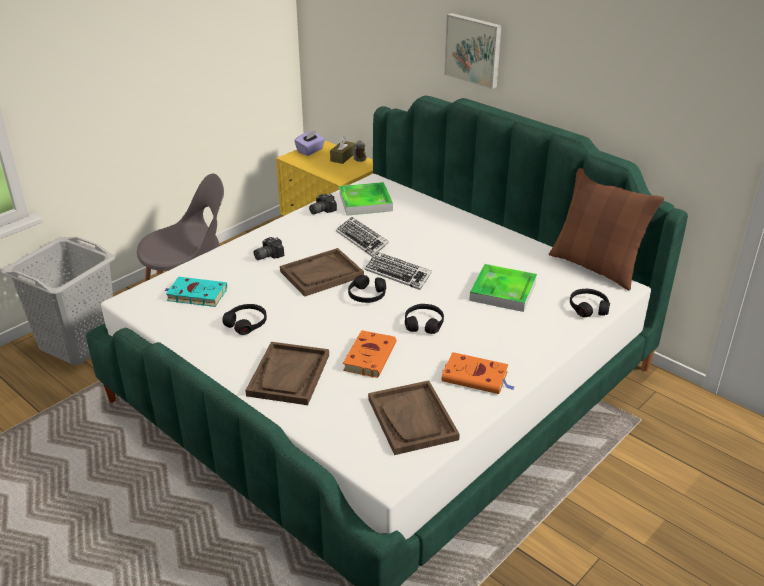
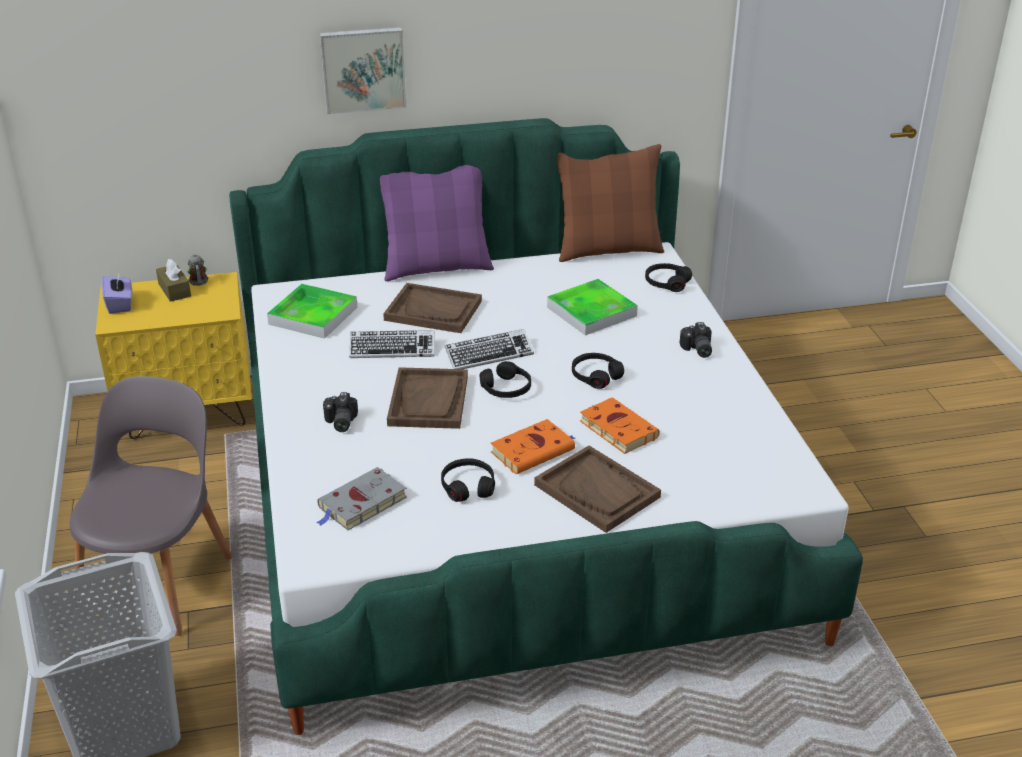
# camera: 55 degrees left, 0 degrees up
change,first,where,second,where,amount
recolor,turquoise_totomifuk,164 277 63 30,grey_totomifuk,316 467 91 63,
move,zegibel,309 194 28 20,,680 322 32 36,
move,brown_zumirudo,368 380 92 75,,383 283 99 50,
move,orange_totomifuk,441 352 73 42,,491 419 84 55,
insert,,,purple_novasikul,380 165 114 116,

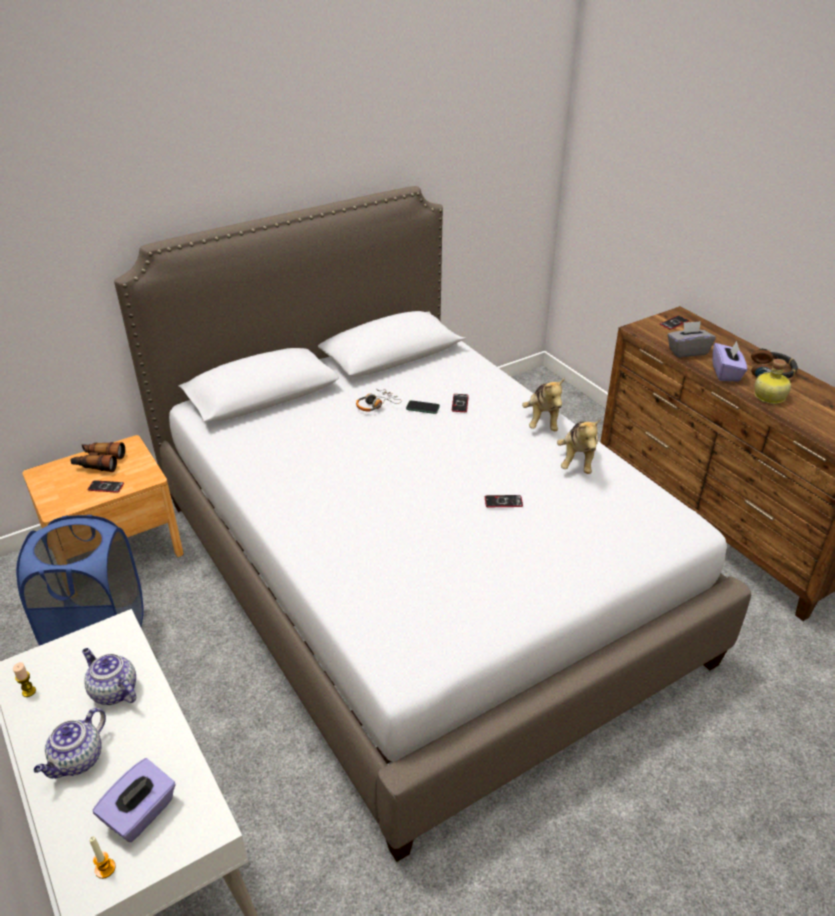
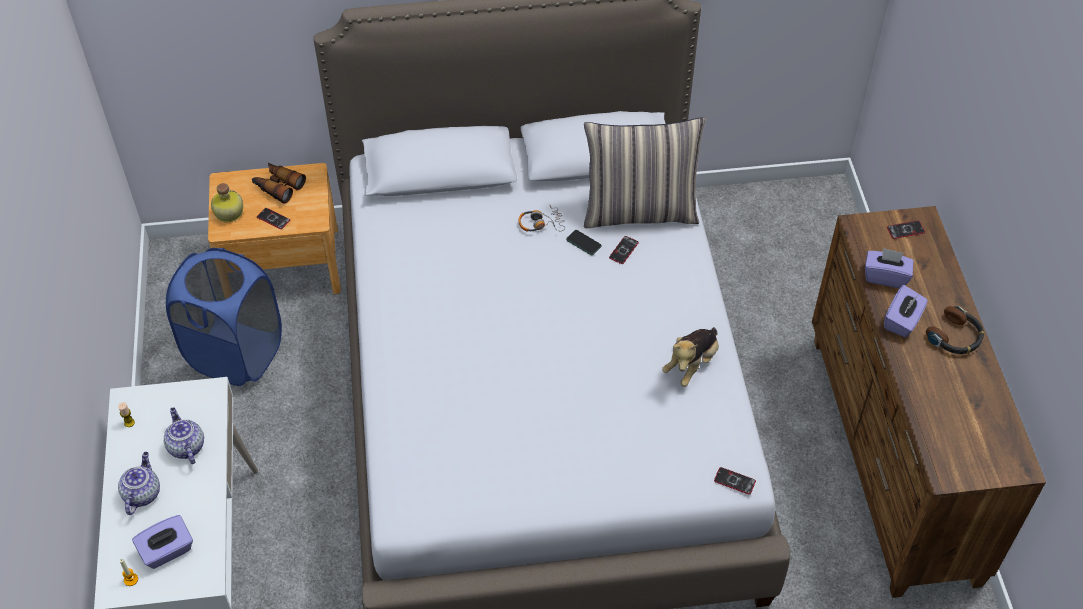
# camera: 25 degrees right, 15 degrees up
change,first,where,second,where,amount
rotate,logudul,34 708 72 71,,118 452 42 63,135 degrees clockwise
move,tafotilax,485 495 38 12,,714 467 42 28,
delete,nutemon,522 378 43 53,,,
recolor,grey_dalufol,667 321 49 36,purple_dalufol,865 248 49 40,
move,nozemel,754 359 37 45,,211 183 32 39,
insert,,,novasikul,584 117 122 111,

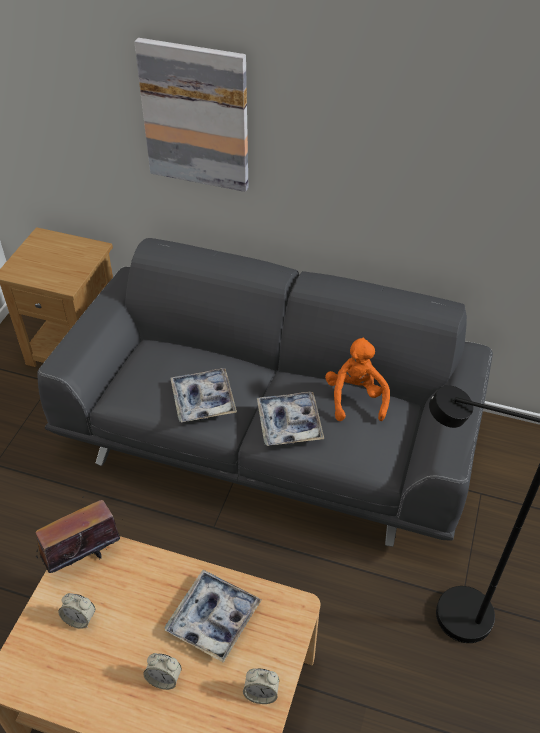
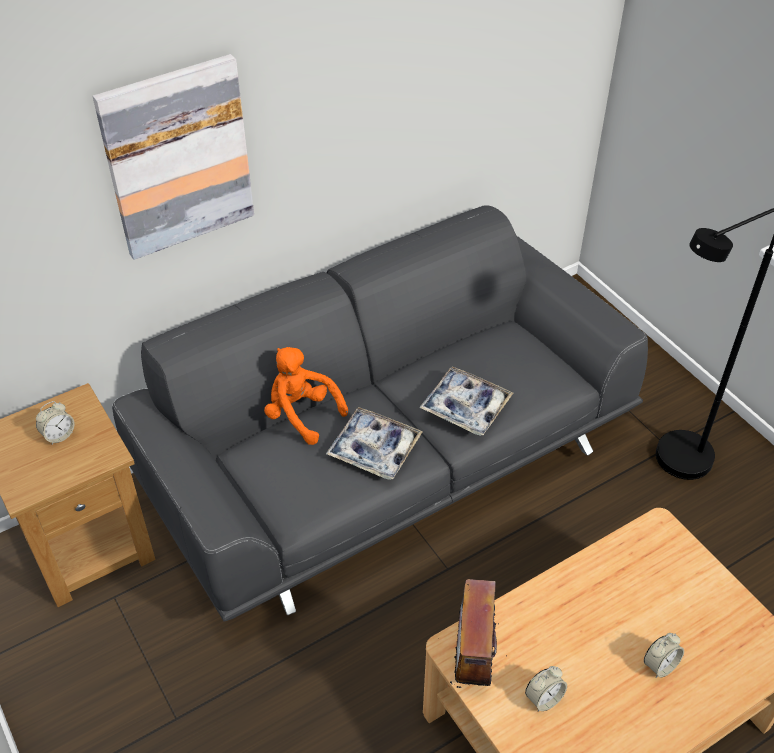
# camera: 50 degrees left, 0 degrees up
change,first,where,second,where,amount
delete,zumirudo,164 570 97 93,,,
move,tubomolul,243 669 36 35,,36 401 39 44,
move,orange_nutemon,325 337 65 84,,264 347 84 98,

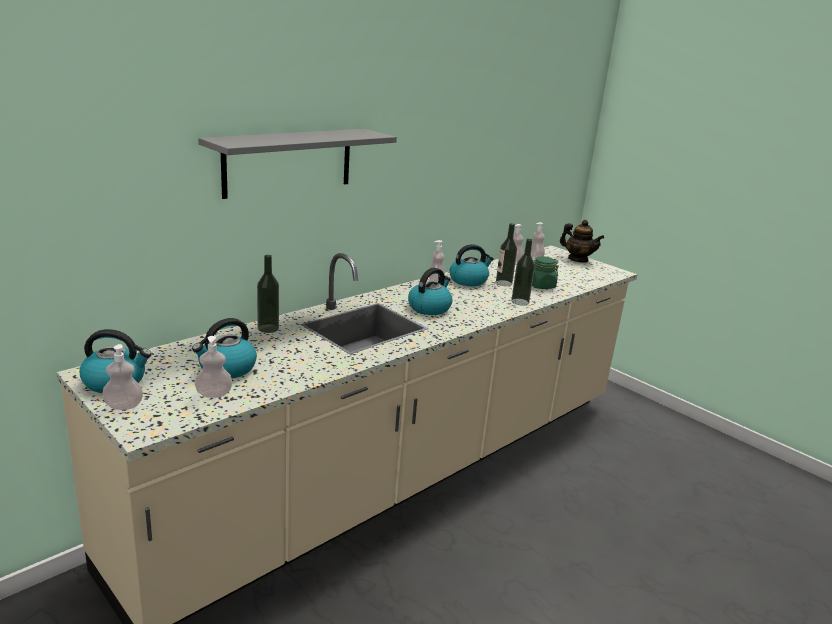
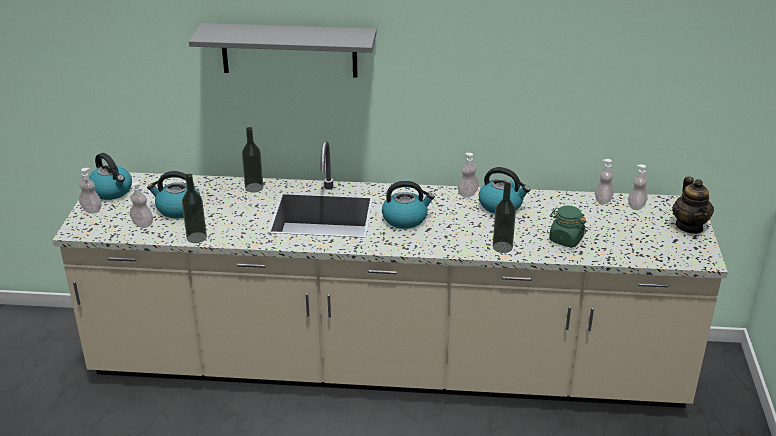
# camera: 50 degrees right, 10 degrees up
change,first,where,second,where,amount
move,nozemel,496 223 21 63,,182 174 25 69,

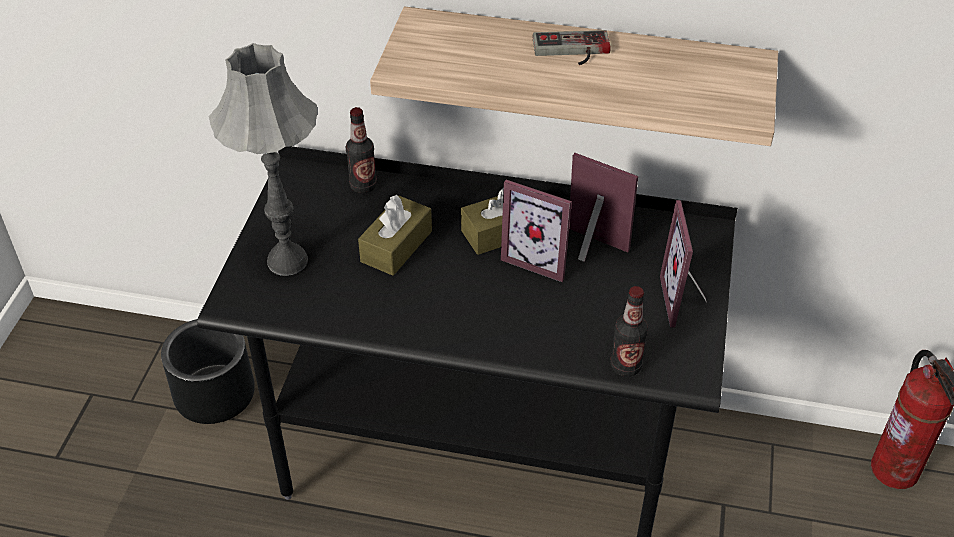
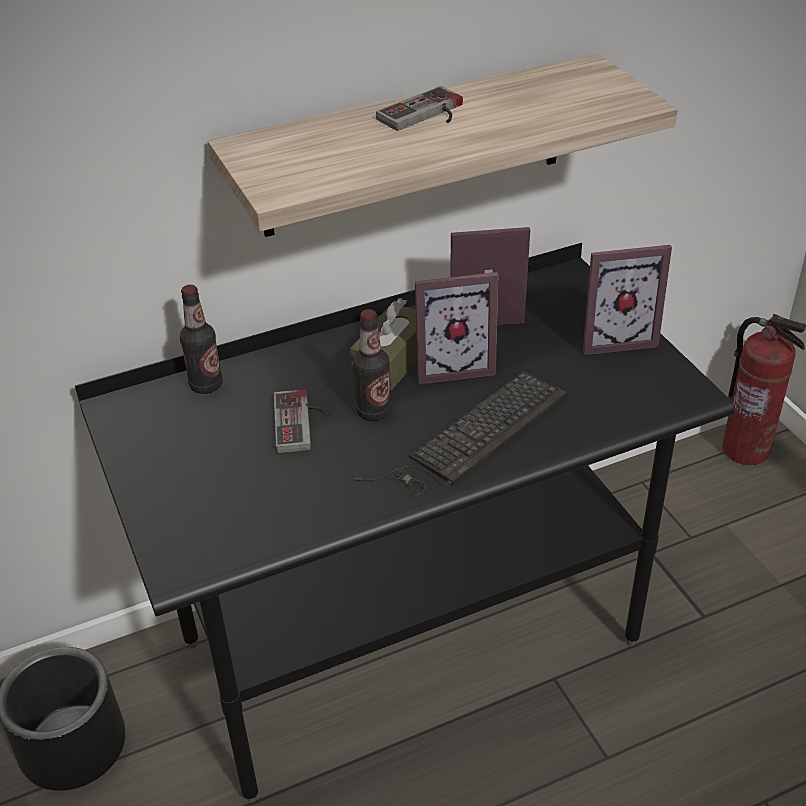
# camera: 35 degrees left, 5 degrees down
change,first,where,second,where,amount
delete,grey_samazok,209 43 108 233,,,
replace,brown_dalufol,358 195 74 81,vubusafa,274 389 55 64,
move,nozemel,610 286 38 91,,353 309 38 112,
rotate,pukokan,660 200 47 128,,583 245 89 110,60 degrees counterclockwise
insert,,,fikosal,354 371 213 125,

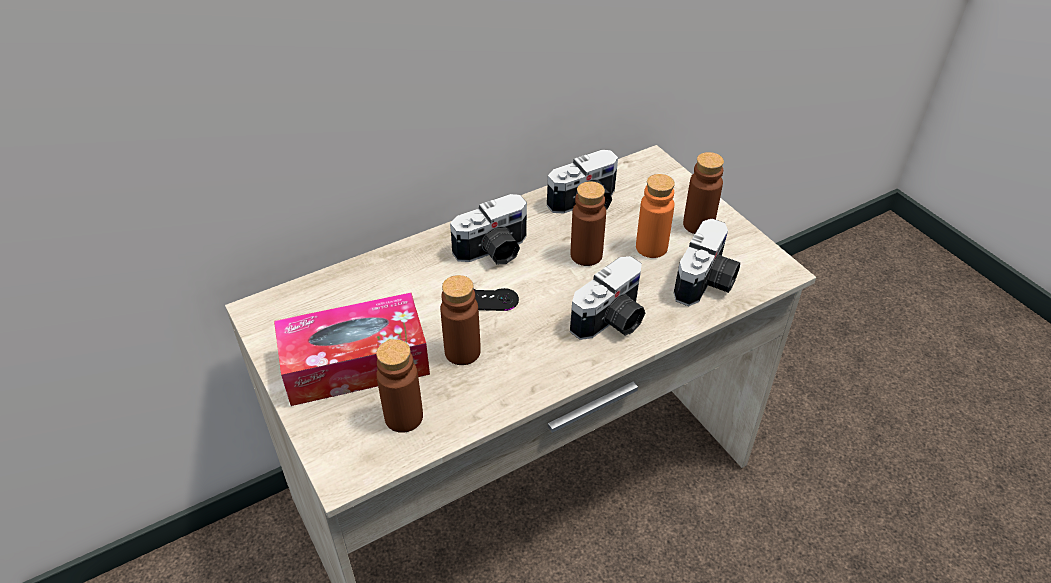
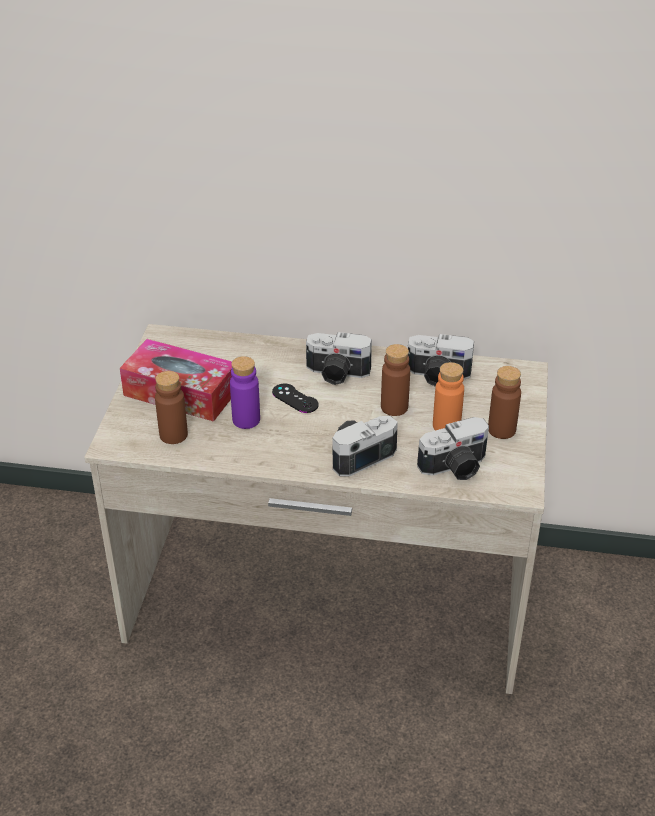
# camera: 40 degrees right, 5 degrees down
change,first,where,second,where,amount
recolor,brown_nozemel,440 275 41 90,purple_nozemel,230 356 30 73,
rotate,zegibel,570 256 75 84,,332 416 66 61,150 degrees clockwise

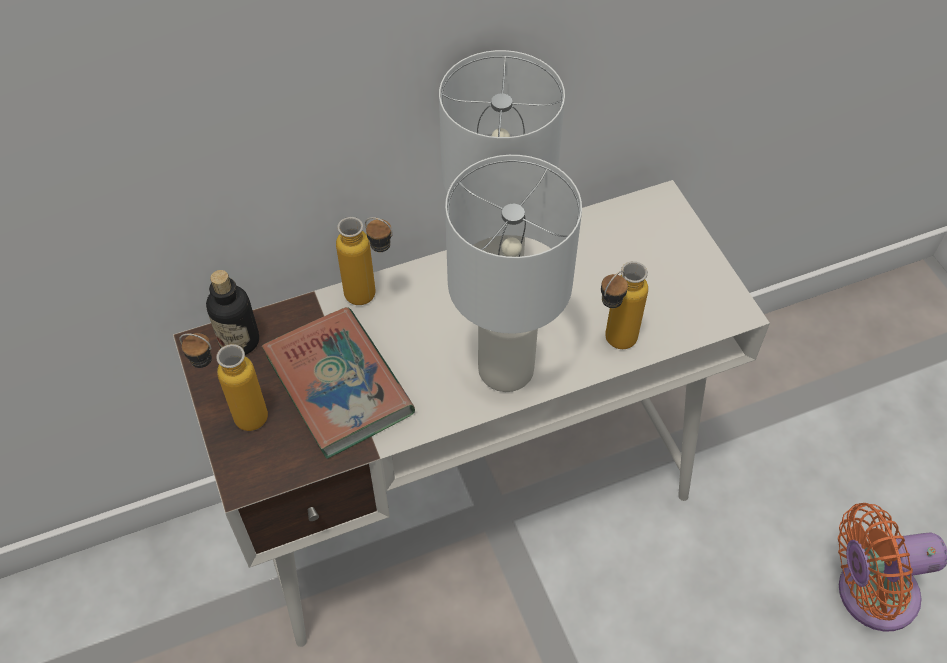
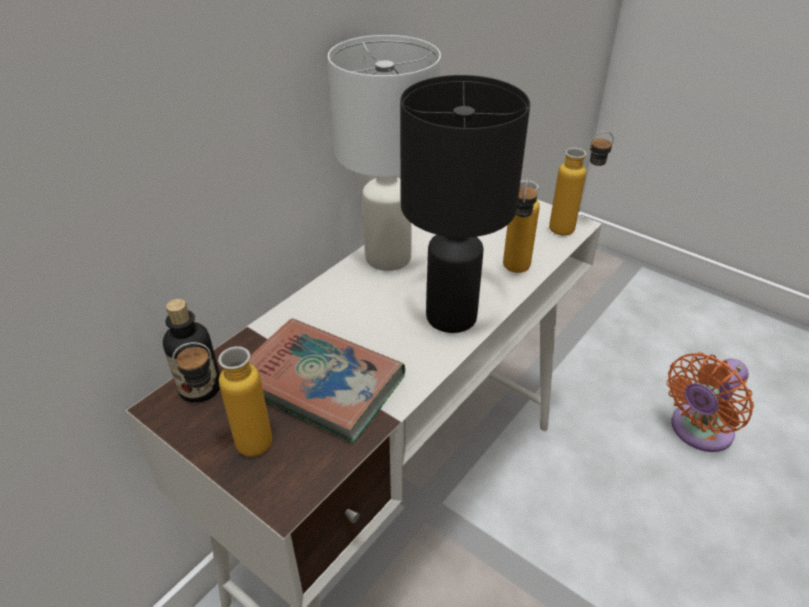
# camera: 30 degrees left, 15 degrees down
change,first,where,second,where,amount
move,nozemel,336 217 57 88,,549 131 65 105,
recolor,white_samazok,445 155 137 237,black_samazok,400 75 130 258,

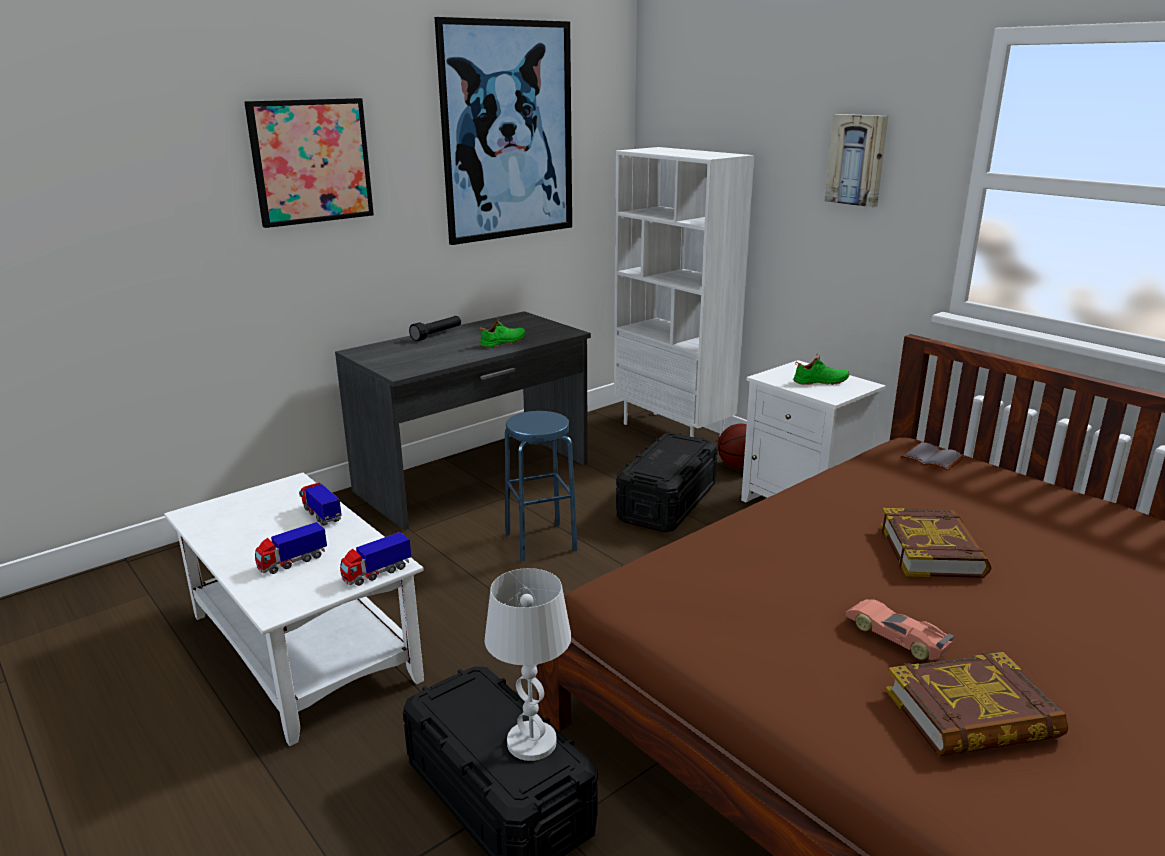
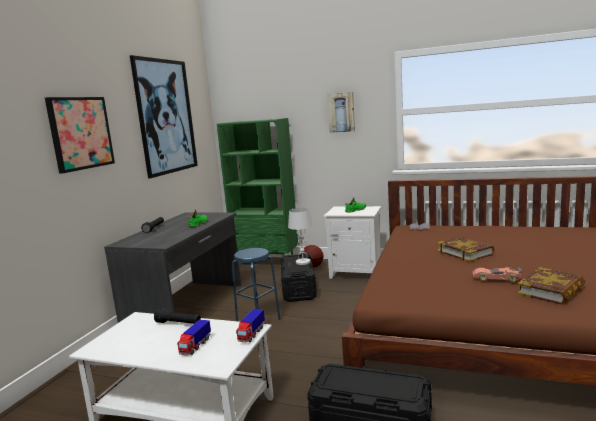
# camera: 30 degrees left, 10 degrees down
change,first,where,second,where,amount
replace,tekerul,299 482 43 44,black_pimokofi,154 308 47 16,
move,white_samazok,485 568 87 193,,288 208 25 57,
recolor,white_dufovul,614 147 140 290,green_dufovul,217 118 81 148,

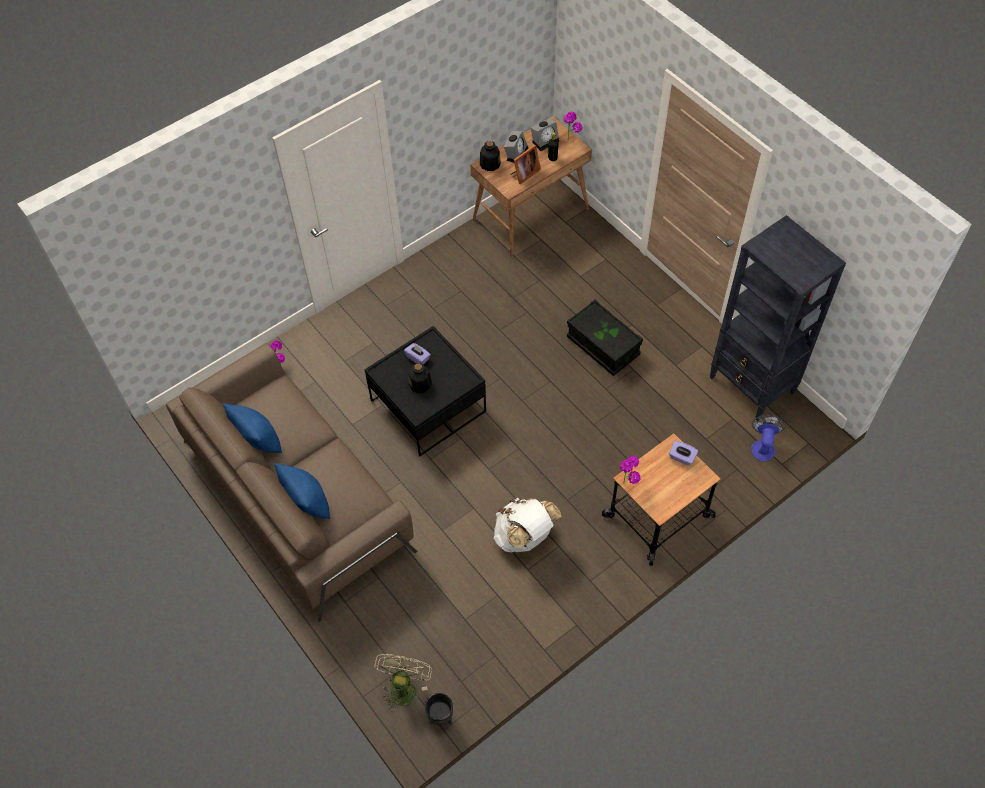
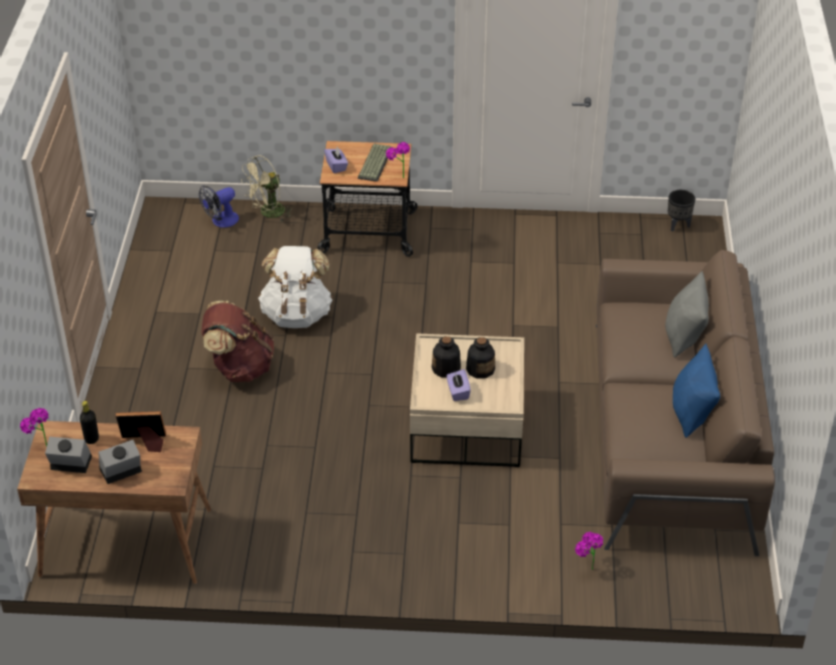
# camera: 140 degrees left, 15 degrees down
change,first,where,second,where,amount
recolor,blue_novasikul,274 463 56 56,grey_novasikul,665 271 44 87,
recolor,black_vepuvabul,364 326 122 131,beige_vepuvabul,410 333 114 134,
move,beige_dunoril,374 654 58 58,,241 155 52 67,
move,nozemel,480 141 21 30,,432 336 29 42,
move,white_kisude,494 498 68 55,,258 246 75 82,
replace,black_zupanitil,567 300 76 76,brown_kisude,201 301 73 81,
delete,black_dufovul,710 215 136 205,,,
insert,,,fikosal,358 144 33 38,

